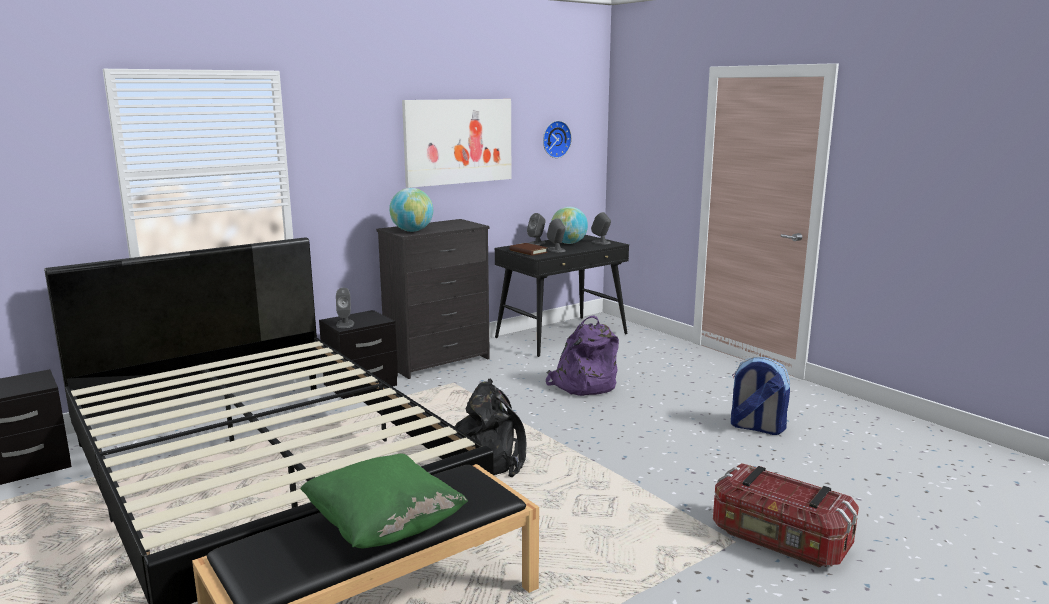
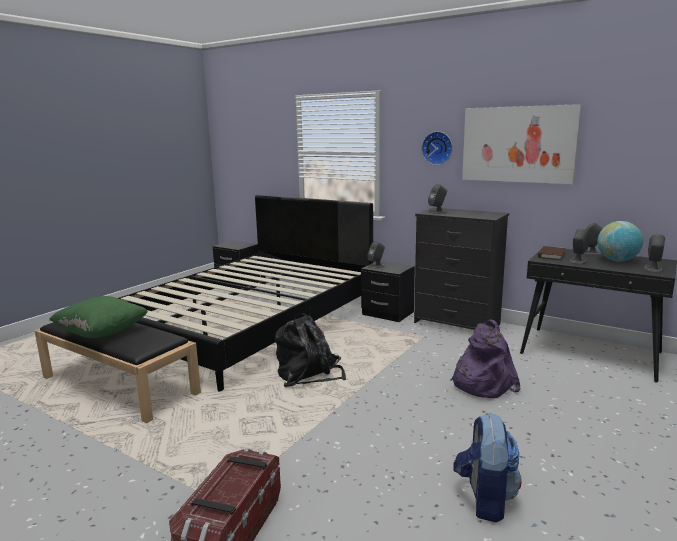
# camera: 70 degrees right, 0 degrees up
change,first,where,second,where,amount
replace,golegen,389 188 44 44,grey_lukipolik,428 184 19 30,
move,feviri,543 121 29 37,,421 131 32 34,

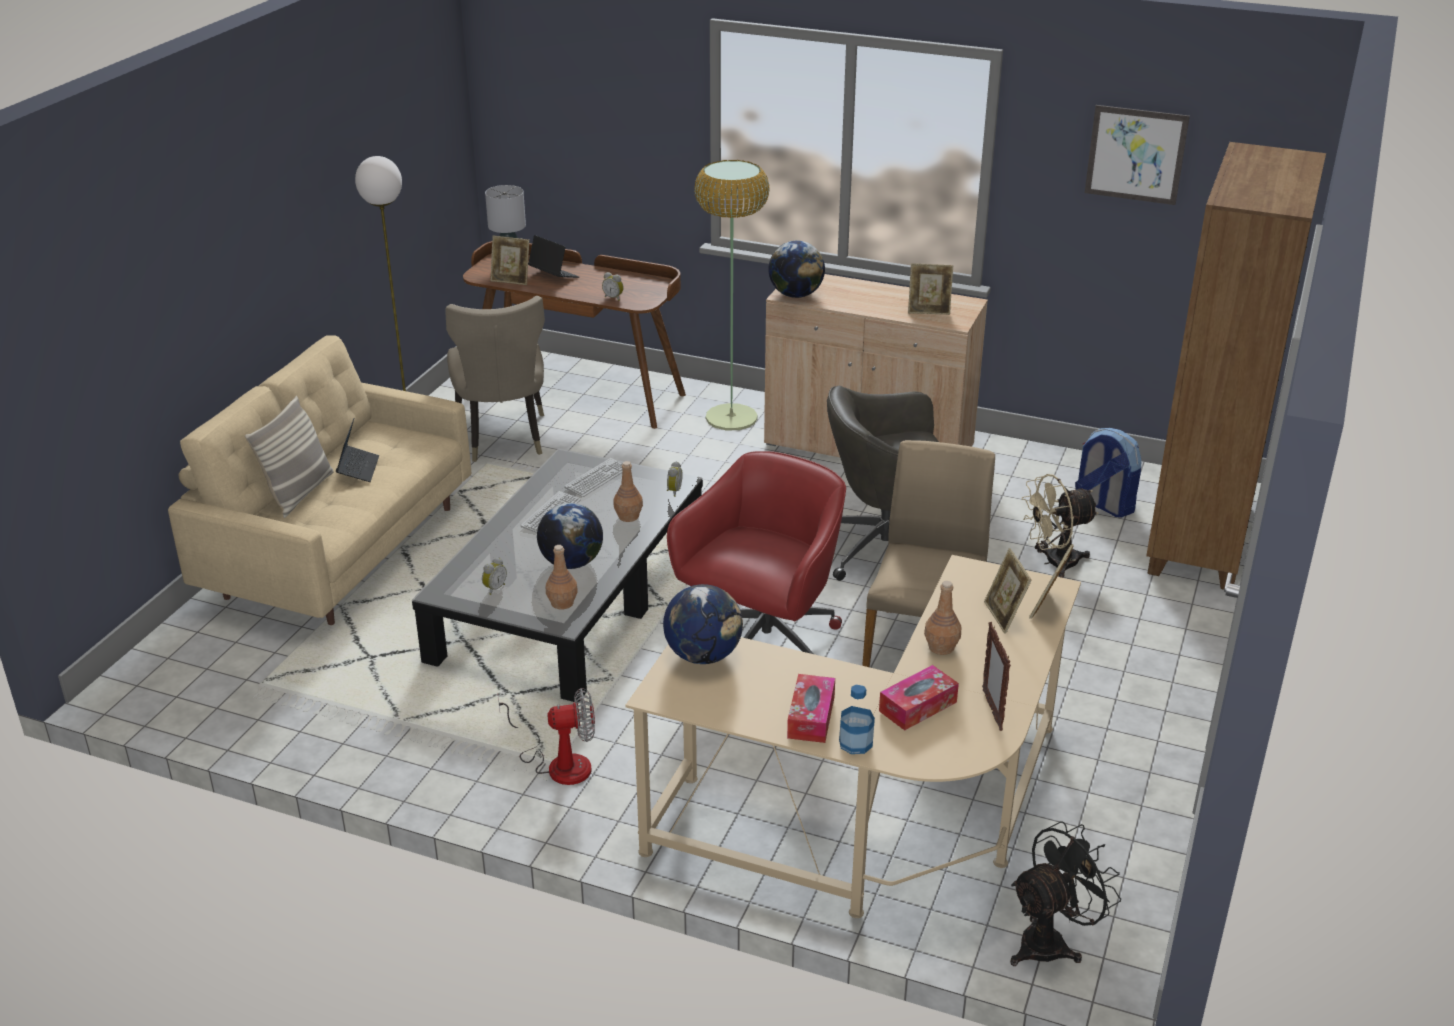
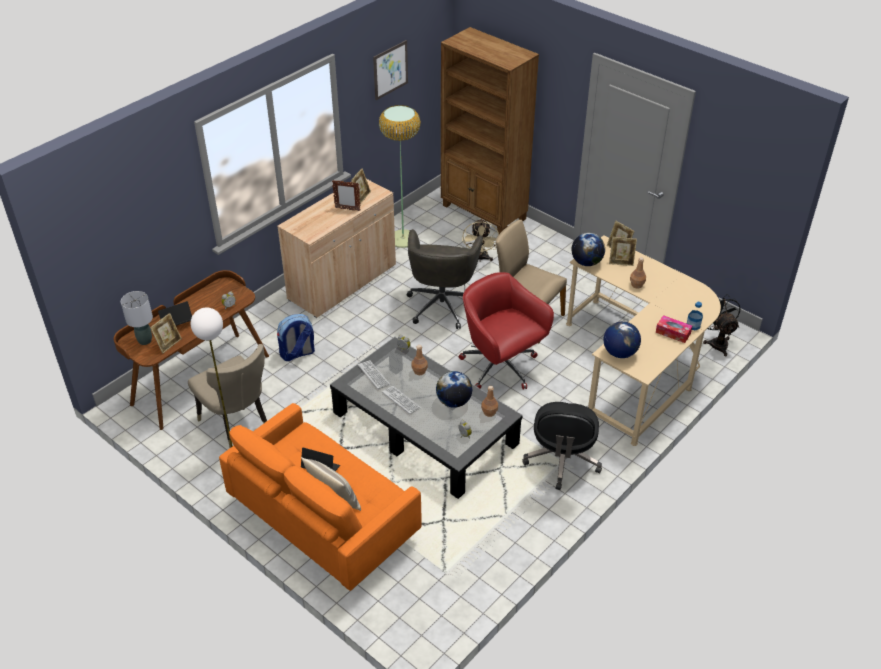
# camera: 70 degrees left, 10 degrees up
change,first,where,second,where,amount
recolor,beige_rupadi,168 335 303 290,orange_rupadi,219 403 203 188,
rotate,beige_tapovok,446 296 99 166,,188 344 79 104,45 degrees clockwise
replace,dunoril,498 688 97 97,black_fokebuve,522 402 80 88,
move,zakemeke,694 160 76 271,,379 105 41 143,
move,golegen,768 241 57 57,,571 233 34 33,
delete,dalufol,879 665 80 66,,,
move,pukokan,982 622 29 109,,332 180 28 31,
move,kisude,1075 428 66 90,,277 314 38 47,

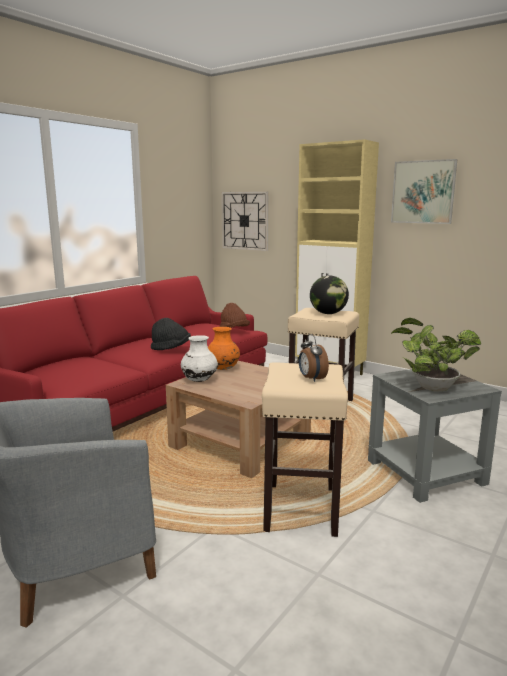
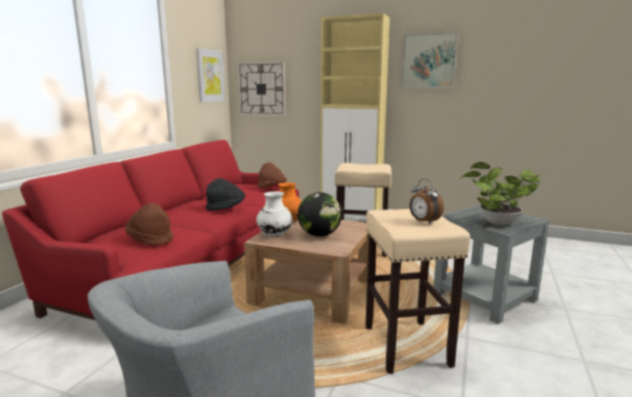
# camera: 15 degrees left, 0 degrees up
change,first,where,second,where,amount
move,golegen,310 275 39 39,,298 192 44 45,
insert,,,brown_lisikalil,125 203 48 42,
insert,,,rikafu,196 48 29 54,

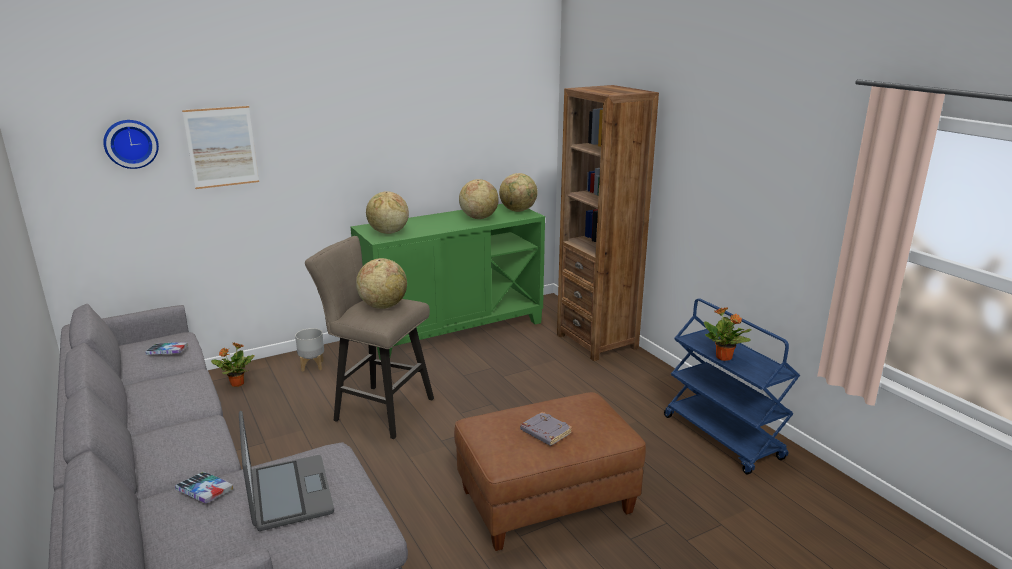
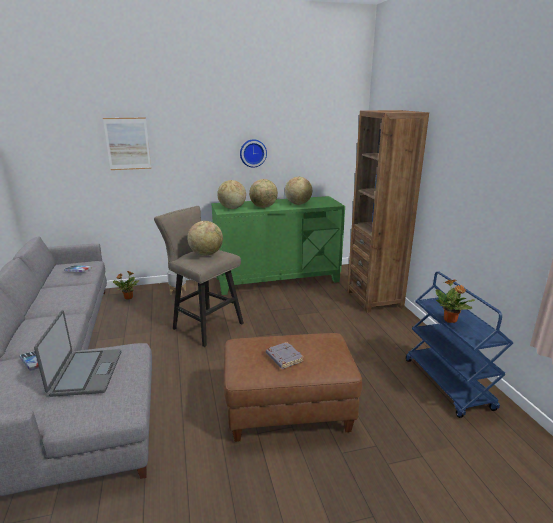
# camera: 15 degrees right, 0 degrees up
change,first,where,second,where,amount
move,feviri,103 120 56 49,,240 139 27 29,
move,golegen,499 173 39 39,,249 179 29 29,

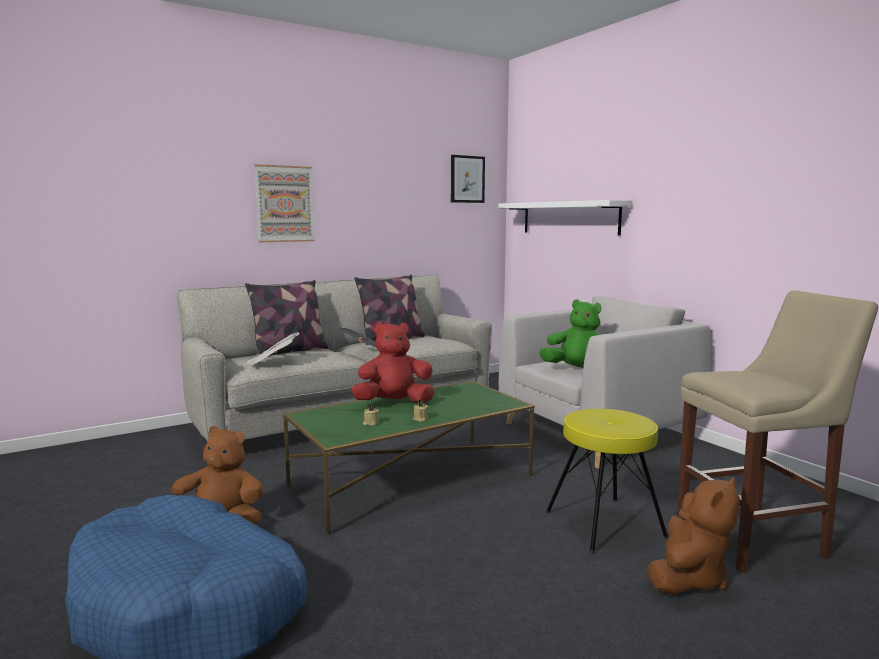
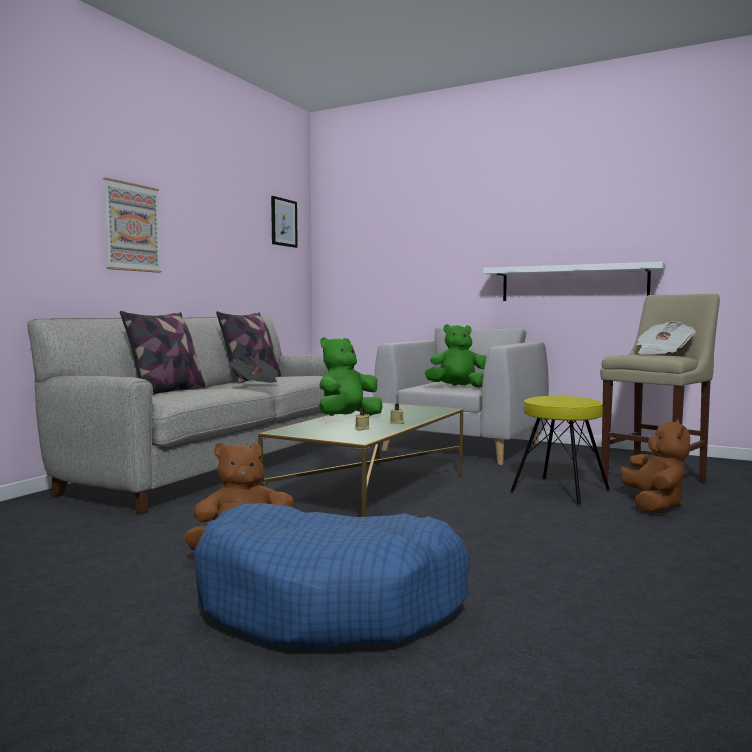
# camera: 30 degrees left, 5 degrees down
change,first,where,second,where,amount
move,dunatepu,246 332 53 34,,636 321 60 34,
recolor,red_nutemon,351 322 83 81,green_nutemon,319 337 64 79,
move,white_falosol,498 200 135 36,,483 262 182 39,

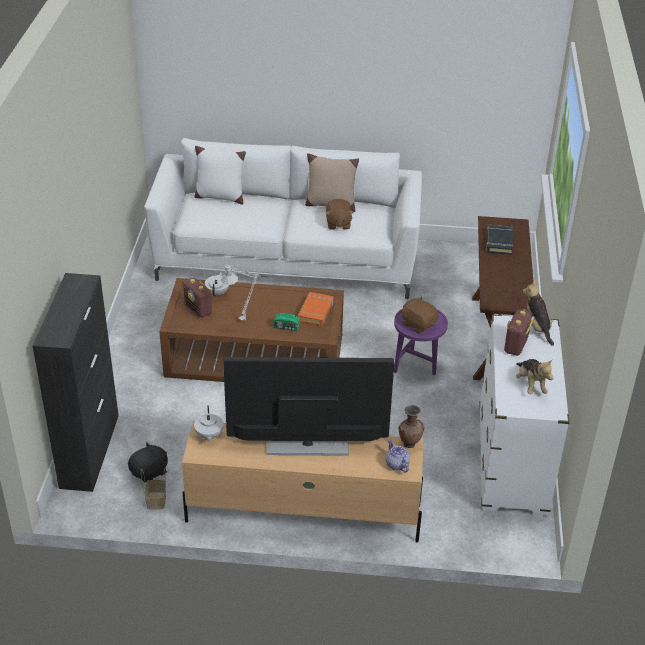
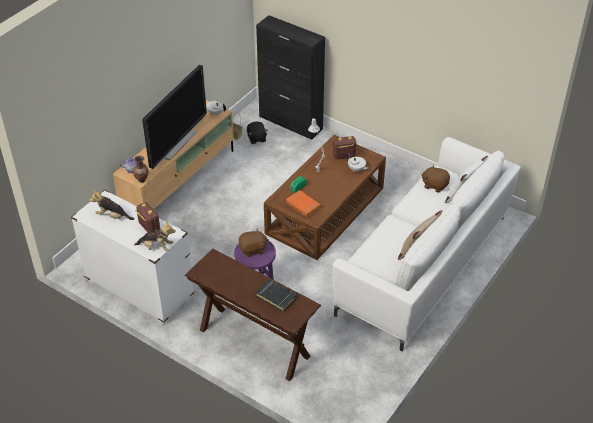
# camera: 120 degrees right, 5 degrees up
change,first,where,second,where,amount
move,brown_nutemon,326 199 28 31,,421 165 29 27,

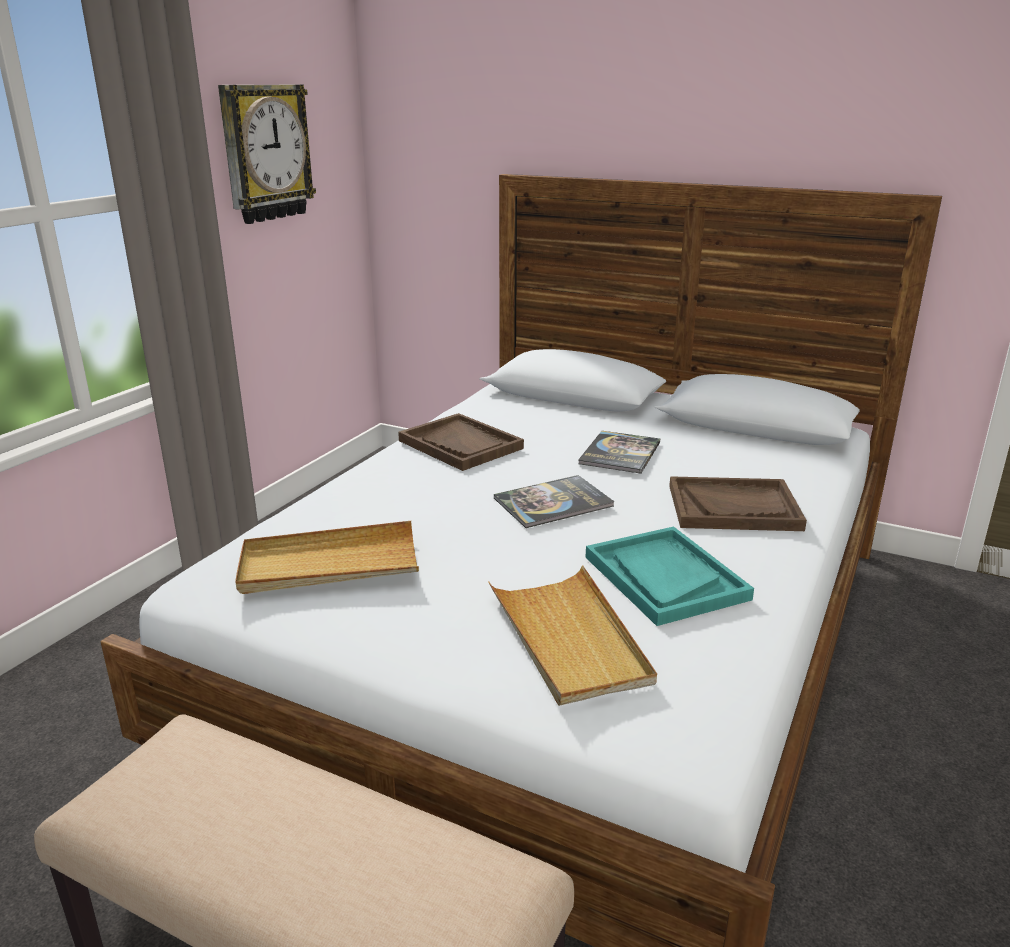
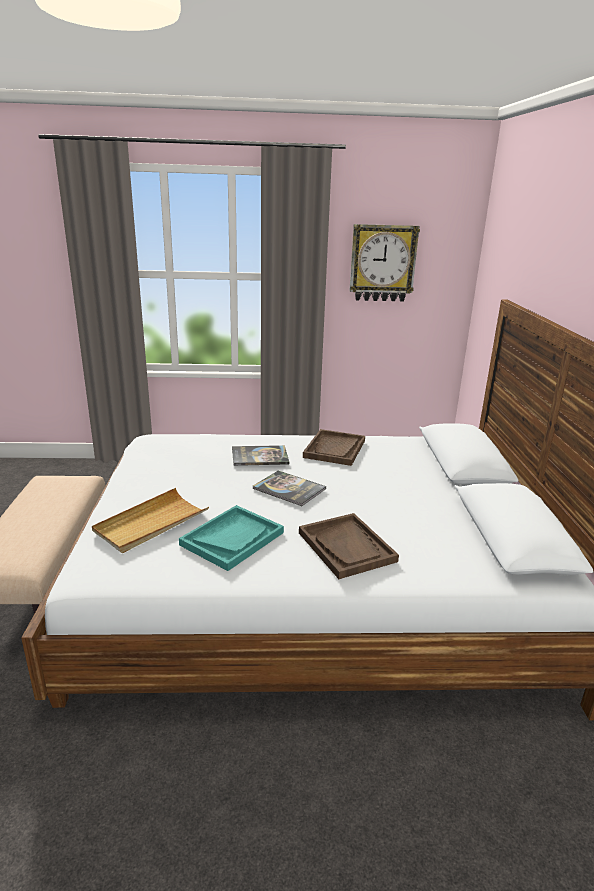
# camera: 60 degrees right, 0 degrees up
change,first,where,second,where,amount
delete,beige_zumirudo,235 521 184 73,,,
move,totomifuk,578 431 82 43,,232 445 57 21,

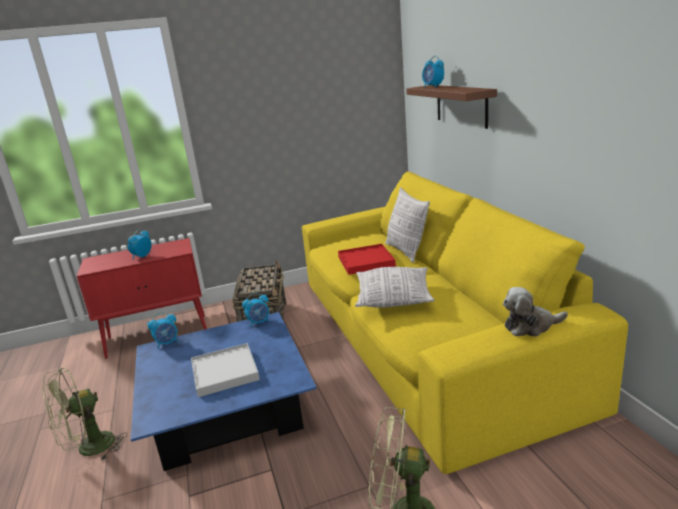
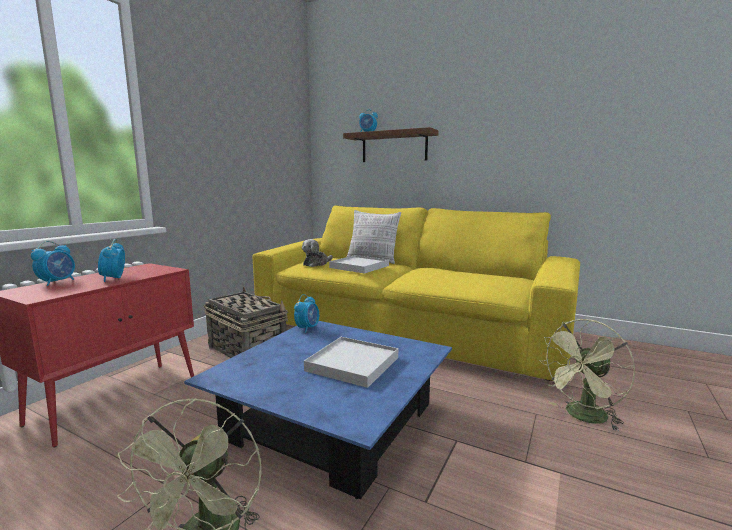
# camera: 45 degrees left, 10 degrees down
change,first,where,second,where,amount
move,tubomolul,148 313 31 36,,31 241 44 45,
recolor,red_zumirudo,338 244 58 31,white_zumirudo,329 255 60 19,
delete,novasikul,355 267 80 41,,,
move,nutemon,503 287 65 50,,302 239 31 28,

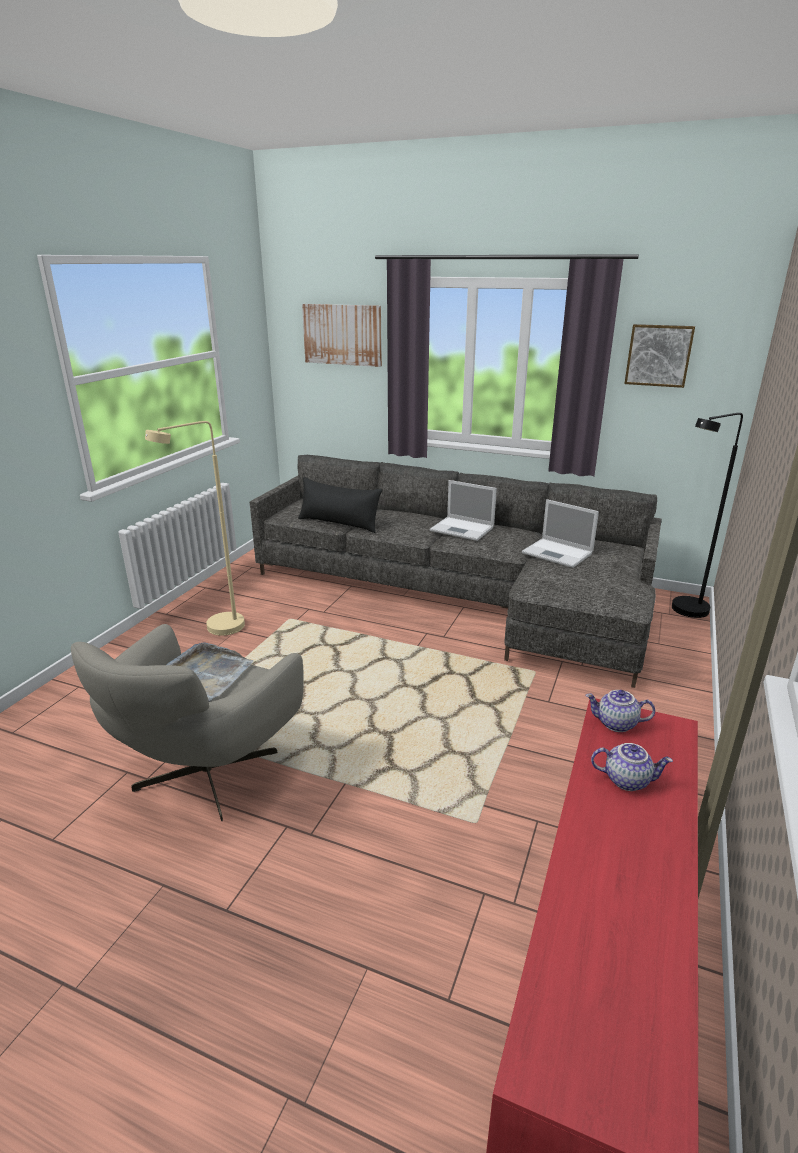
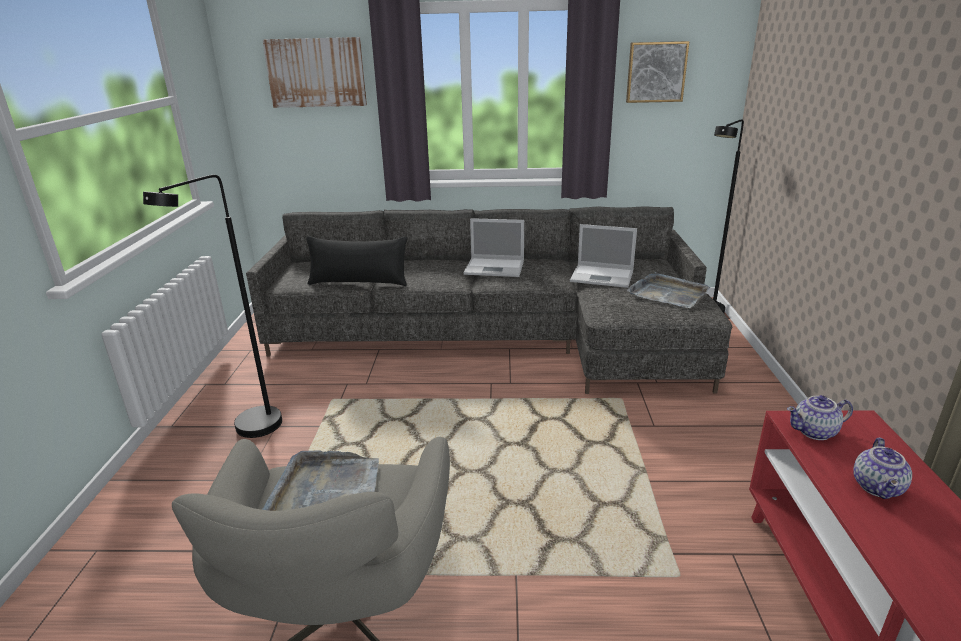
# camera: 20 degrees left, 0 degrees up
change,first,where,second,where,amount
recolor,beige_zakemeke,145 421 100 215,black_zakemeke,143 175 139 263,
rotate,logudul,591 743 82 48,,853 437 59 62,120 degrees clockwise
insert,,,grey_zumirudo,627 272 83 36,

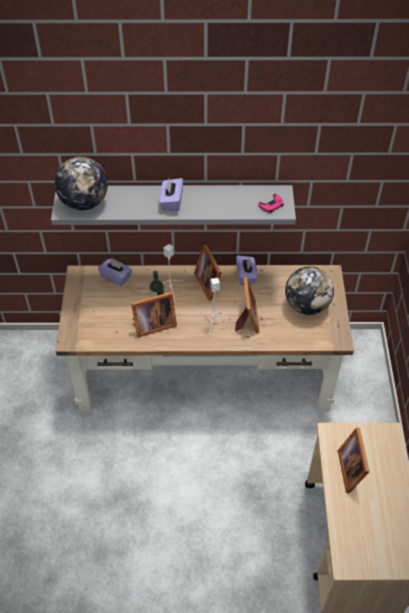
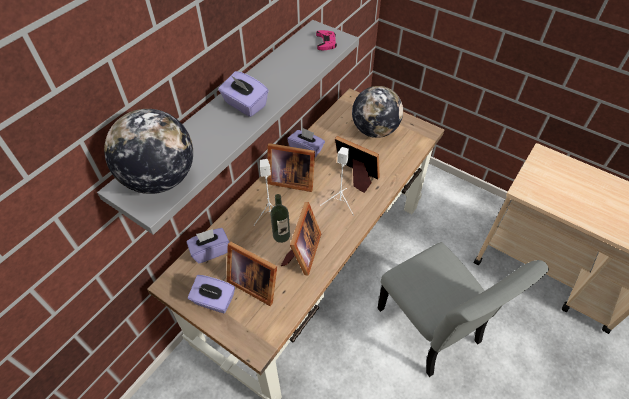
# camera: 55 degrees left, 0 degrees up
change,first,where,second,where,amount
move,pukokan,338 428 32 65,,227 241 50 65,
insert,,,purple_dalufol,188 275 47 38,
insert,,,grey_tapovok,378 242 171 135,

